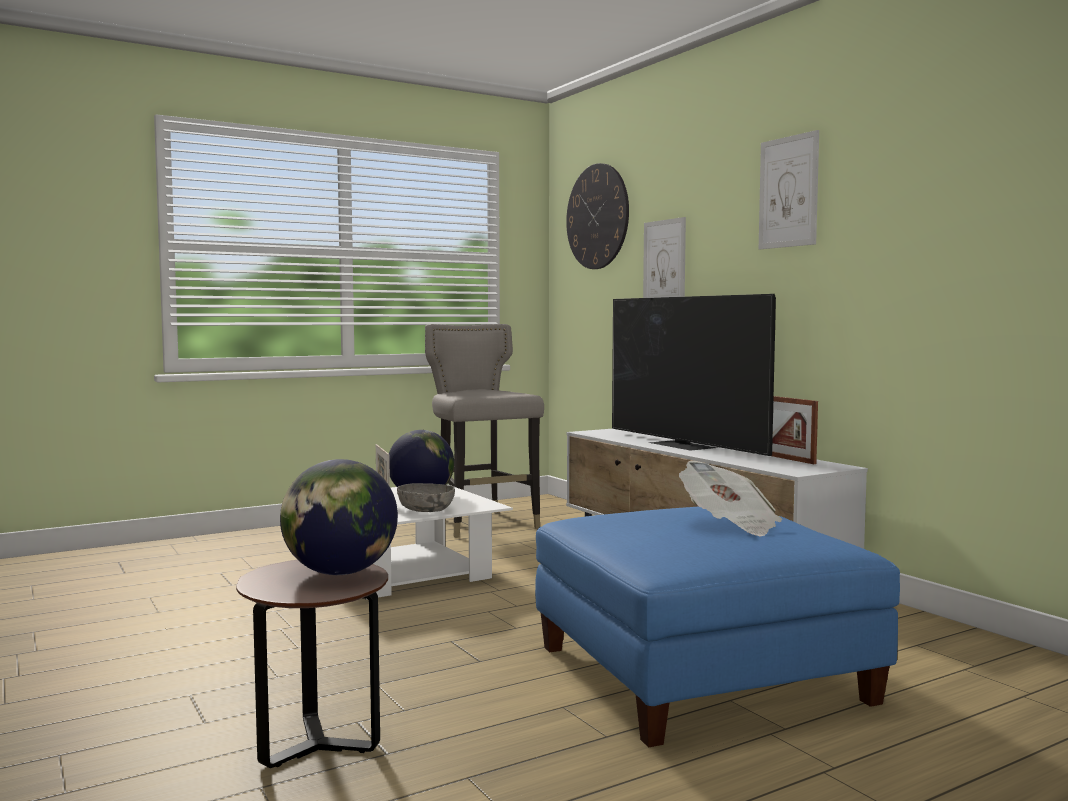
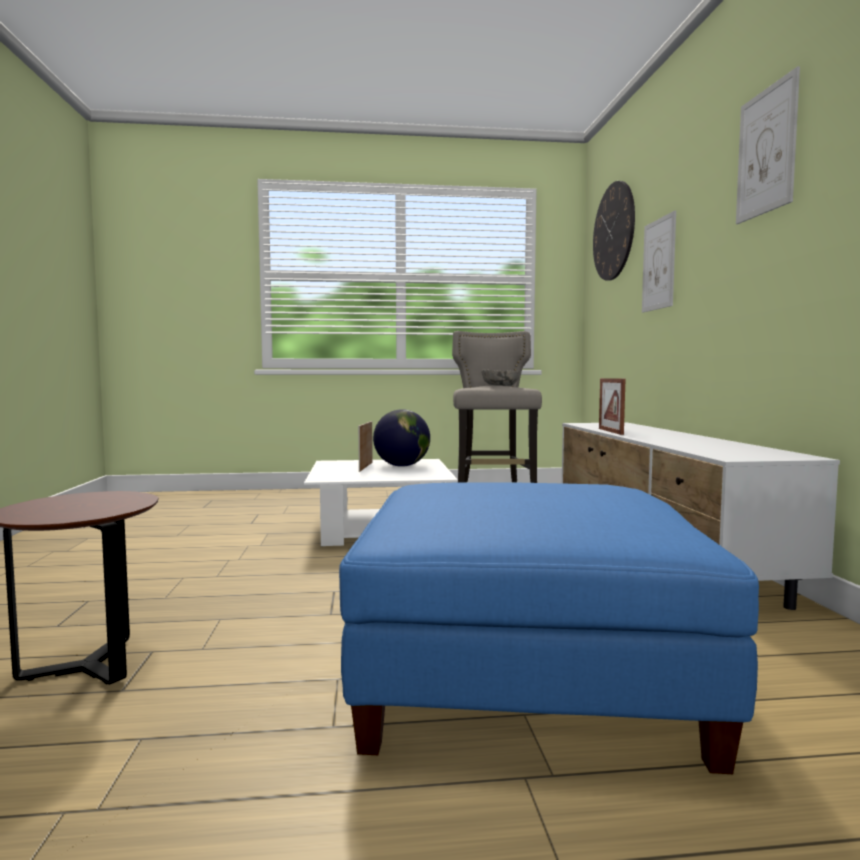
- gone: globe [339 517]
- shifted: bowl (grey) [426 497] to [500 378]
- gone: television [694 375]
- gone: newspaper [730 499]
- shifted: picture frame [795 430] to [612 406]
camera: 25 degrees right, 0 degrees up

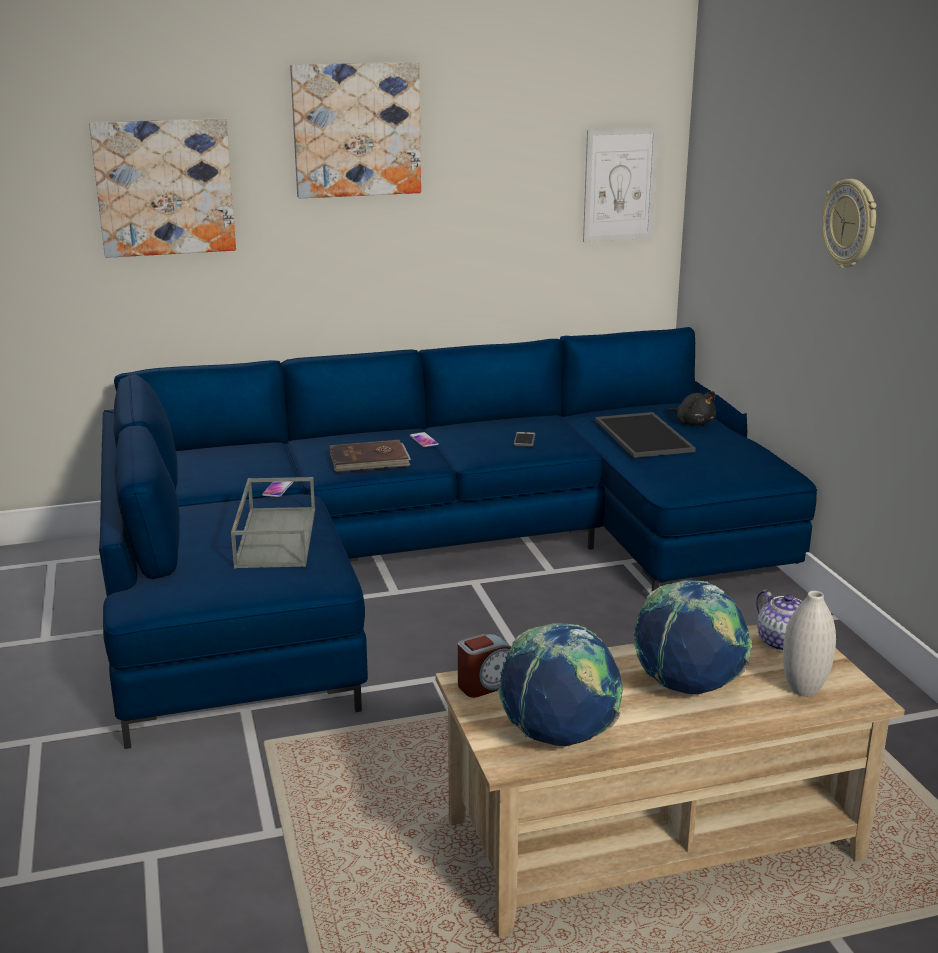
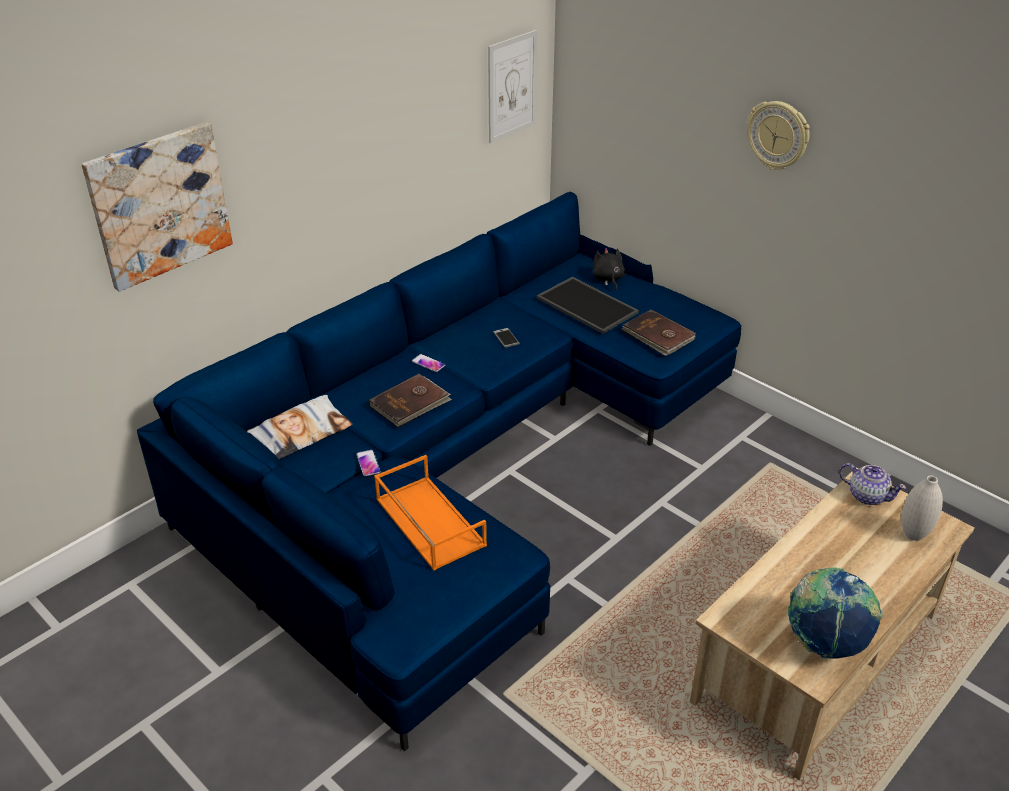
- repainted: tray (grey) [273 522] to tray (orange) [430 513]
- gone: picture [355 130]
- gone: alarm clock [484 665]
- gone: globe [692 637]
- rotated: plush toy (black) [692 408] = [608 269] 120 degrees counterclockwise
- new: pillow [300 427]
- new: book (brown) [659 332]
camera: 30 degrees left, 15 degrees up

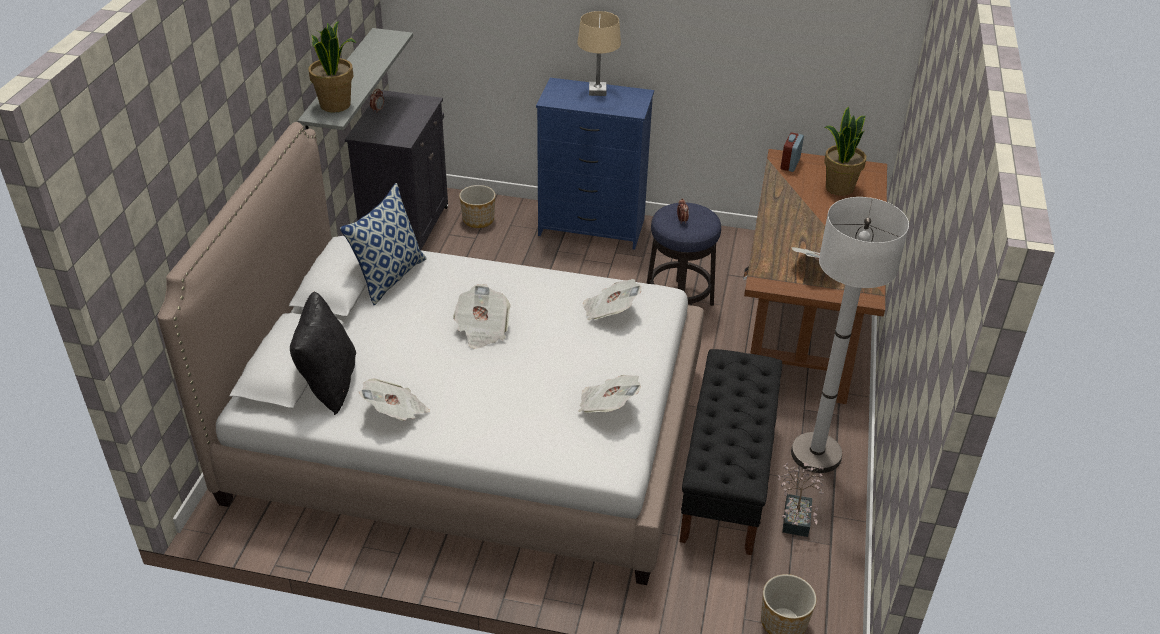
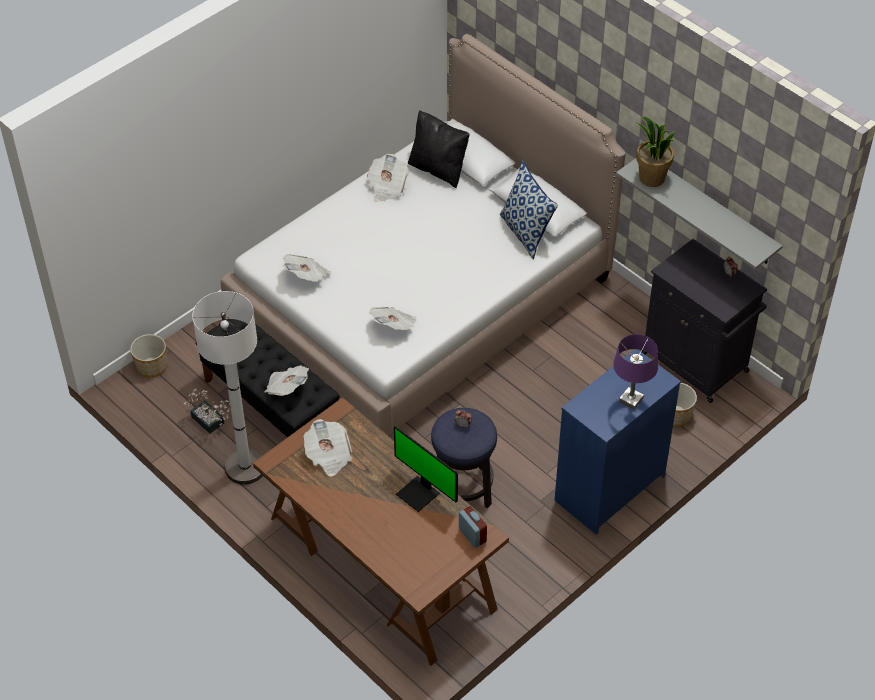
- shifted: newspaper [482 316] to [287 380]
- repainted: table lamp (beige) [599 53] to table lamp (purple) [635 372]
- gone: potted plant [845 151]
- new: monitor [426 469]
camera: 125 degrees right, 10 degrees up

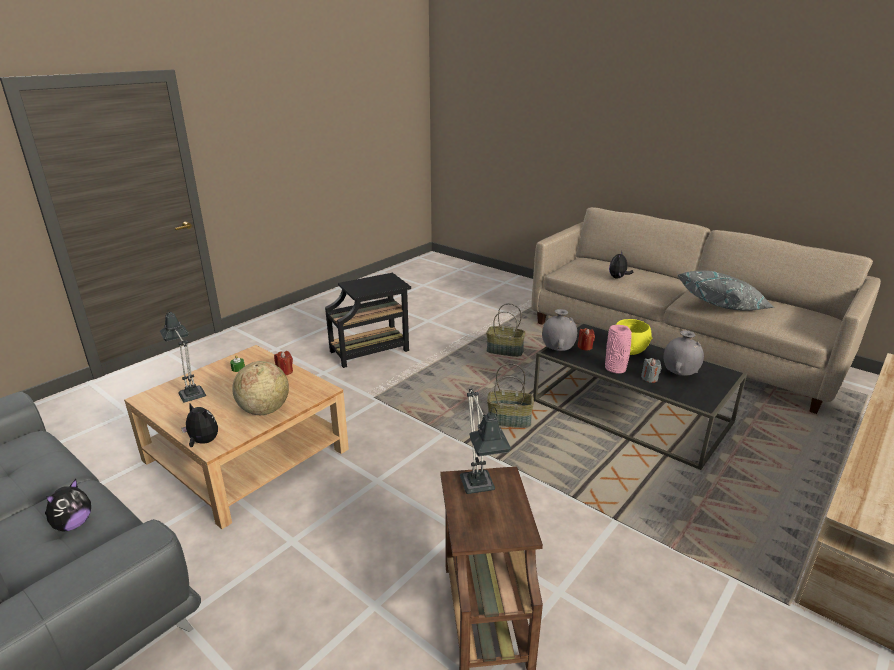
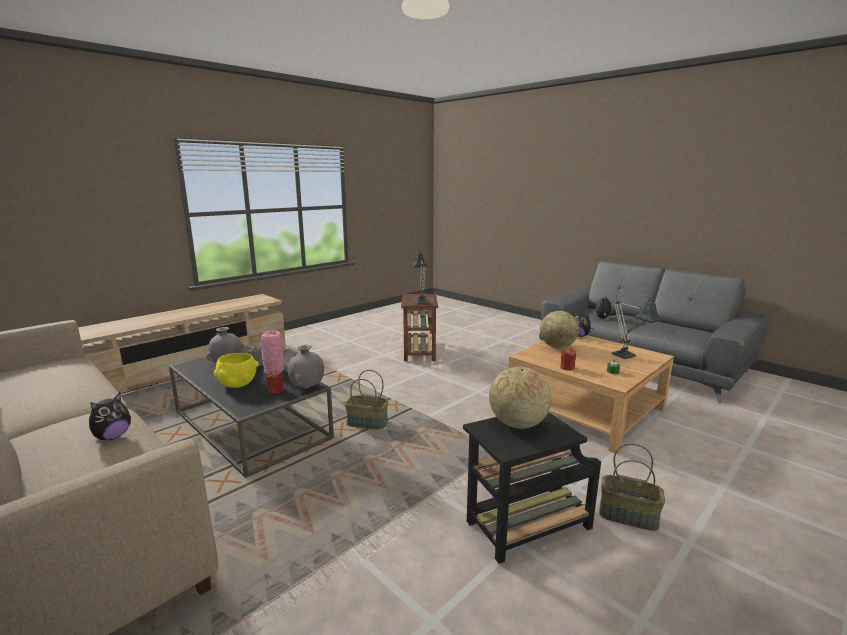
- shifted: basket [506 330] to [632 487]
- gone: pillow (grey) [726 291]
- new: globe [520 398]
camera: 175 degrees left, 10 degrees down

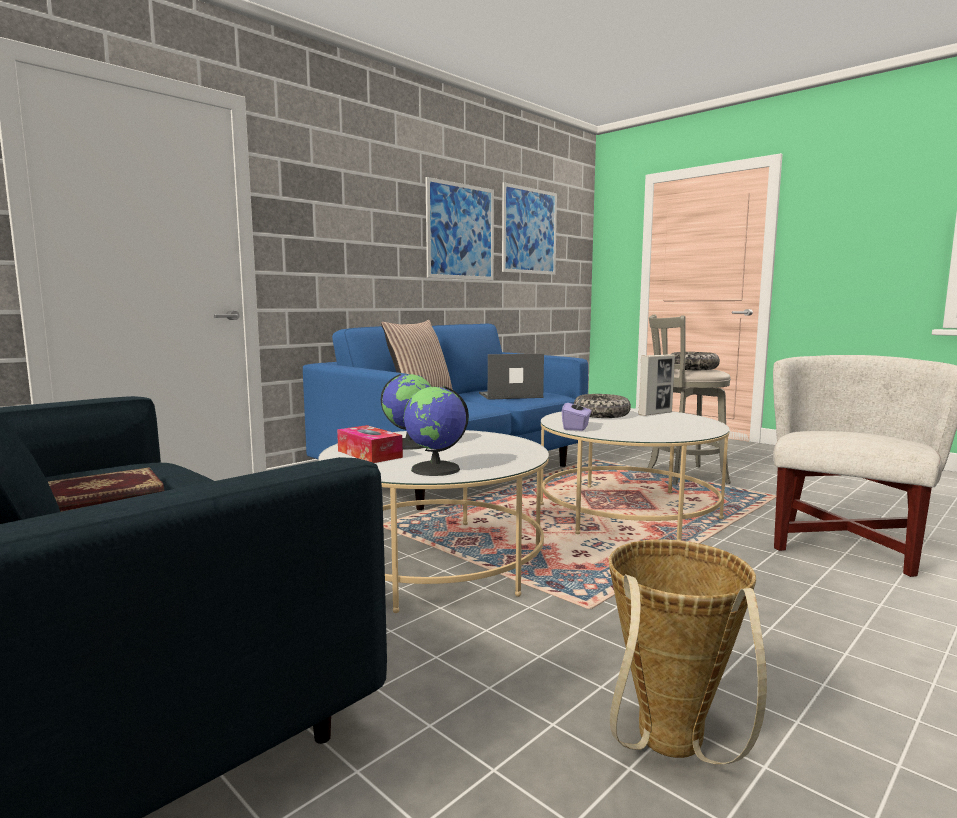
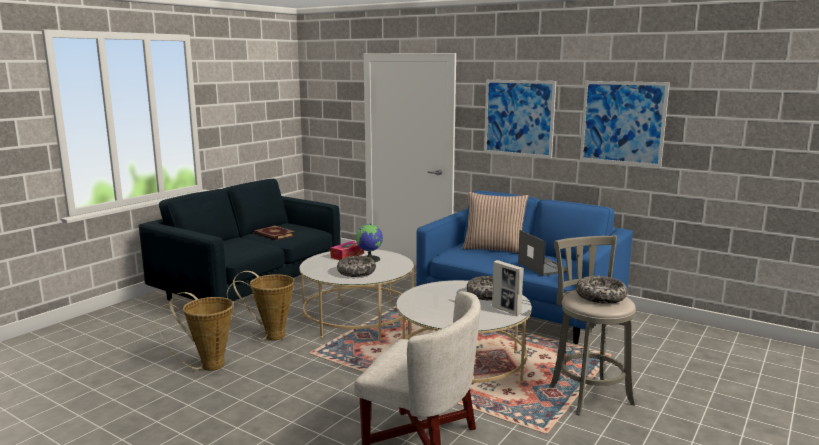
- gone: globe [436 431]
- shifted: picture [529 228] to [520 119]
- gone: tissue box (purple) [577 414]
- new: basket [260 306]
- new: bowl [356 266]
camera: 80 degrees right, 5 degrees up

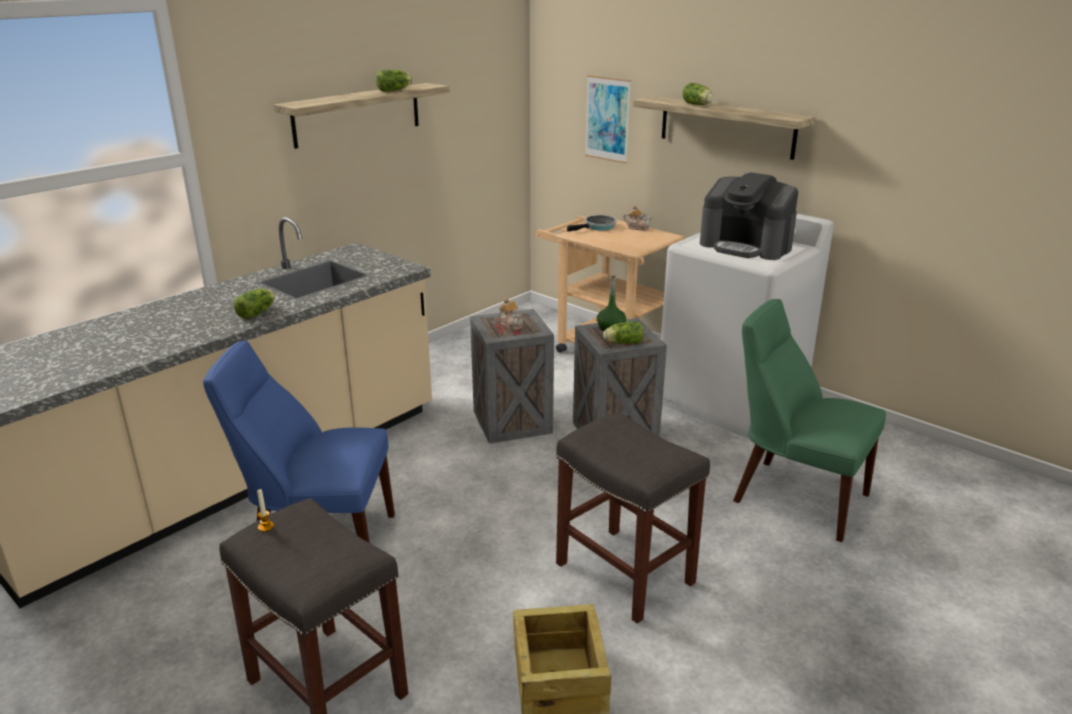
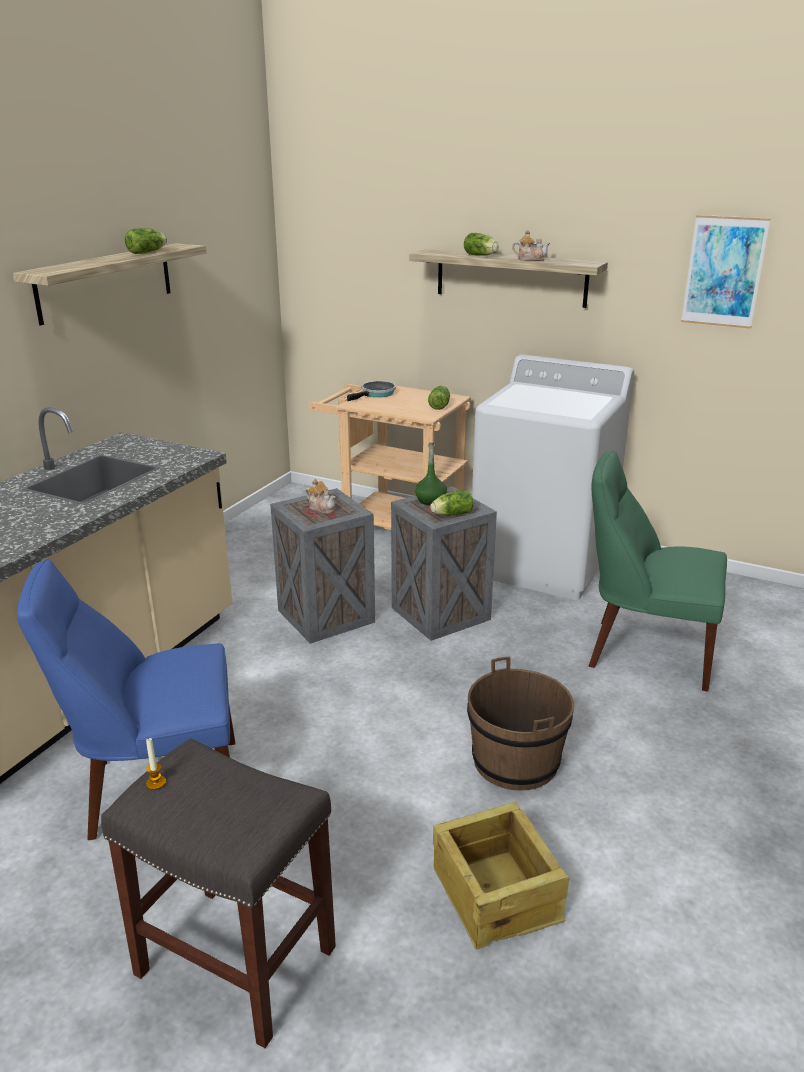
- shifted: lettuce [254 304] to [439 398]
- swapped: stool (grey) [633 518] to bucket (brown) [520 723]
- shifted: picture [608 119] to [726 272]
- shifted: teapot [637 218] to [531 245]
- gone: coffee machine [749 216]
camera: 15 degrees left, 0 degrees up

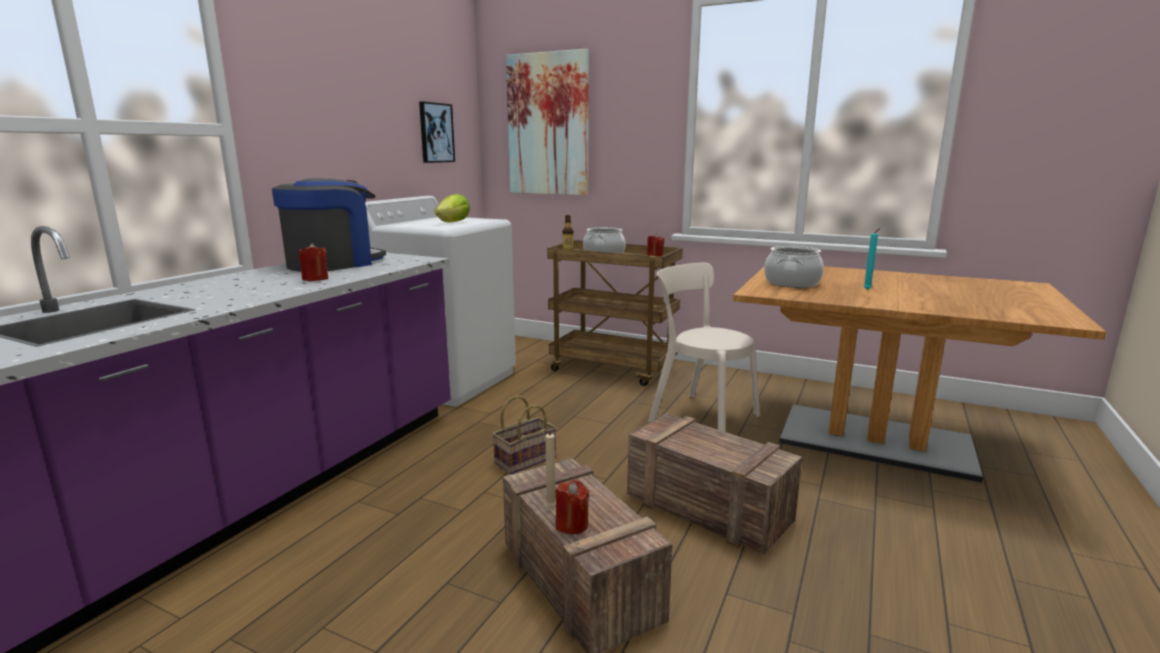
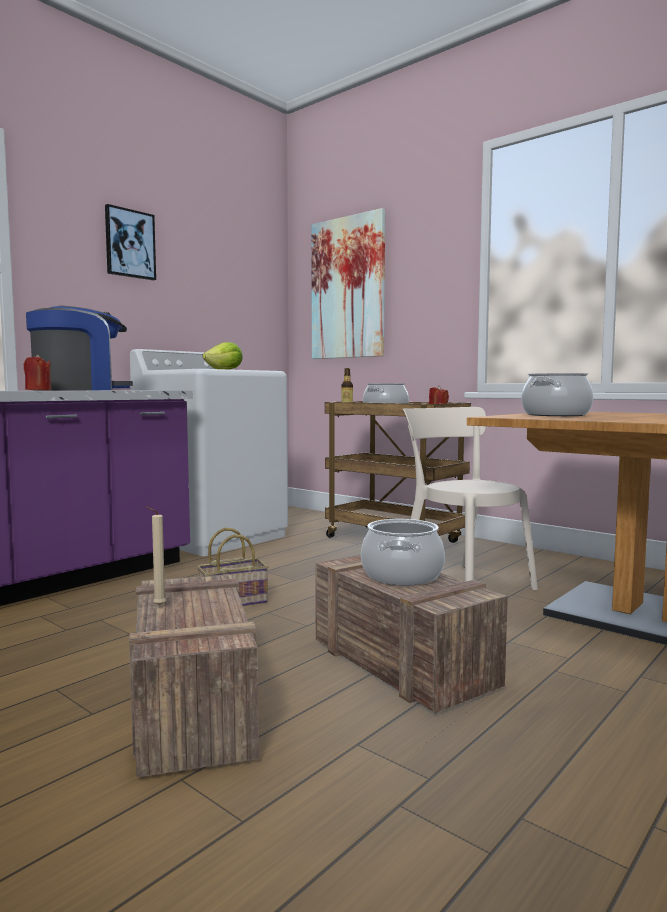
- shifted: picture [437 132] to [130 242]
- gone: candle (red) [572 507]
- gone: candle (turquoise) [872 259]
- new: cooking pot [403 552]
camera: 15 degrees right, 10 degrees down

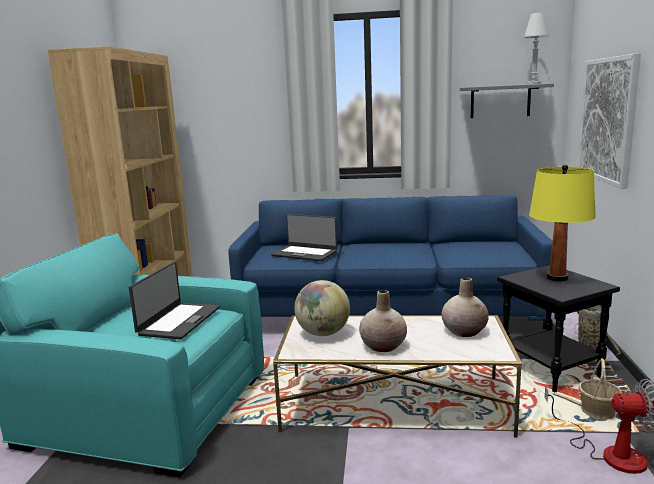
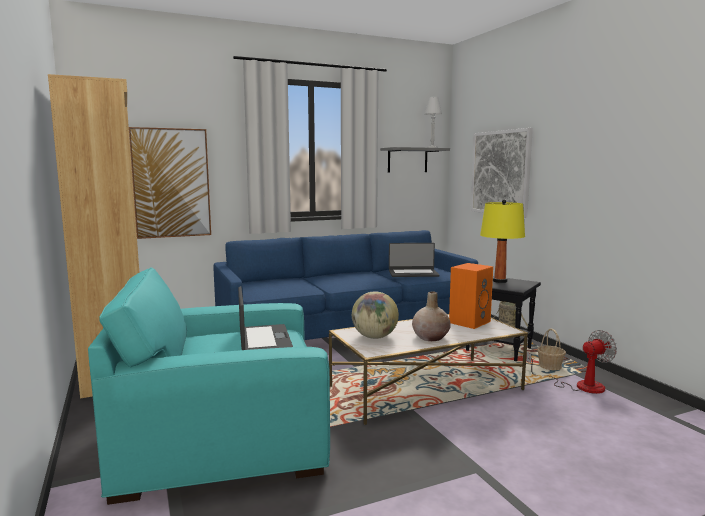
- shifted: laptop [304 237] to [414 260]
- swapped: vase (beige) [465 307] to speaker (orange) [471 296]
- new: picture [170 183]
camera: 30 degrees left, 5 degrees down

